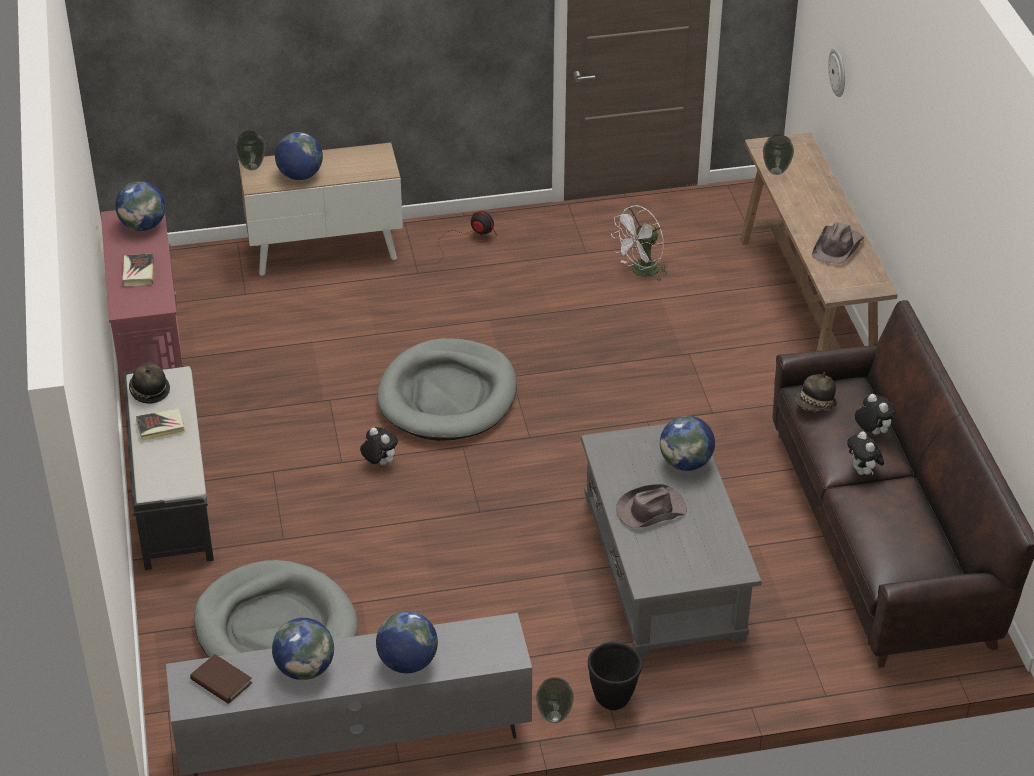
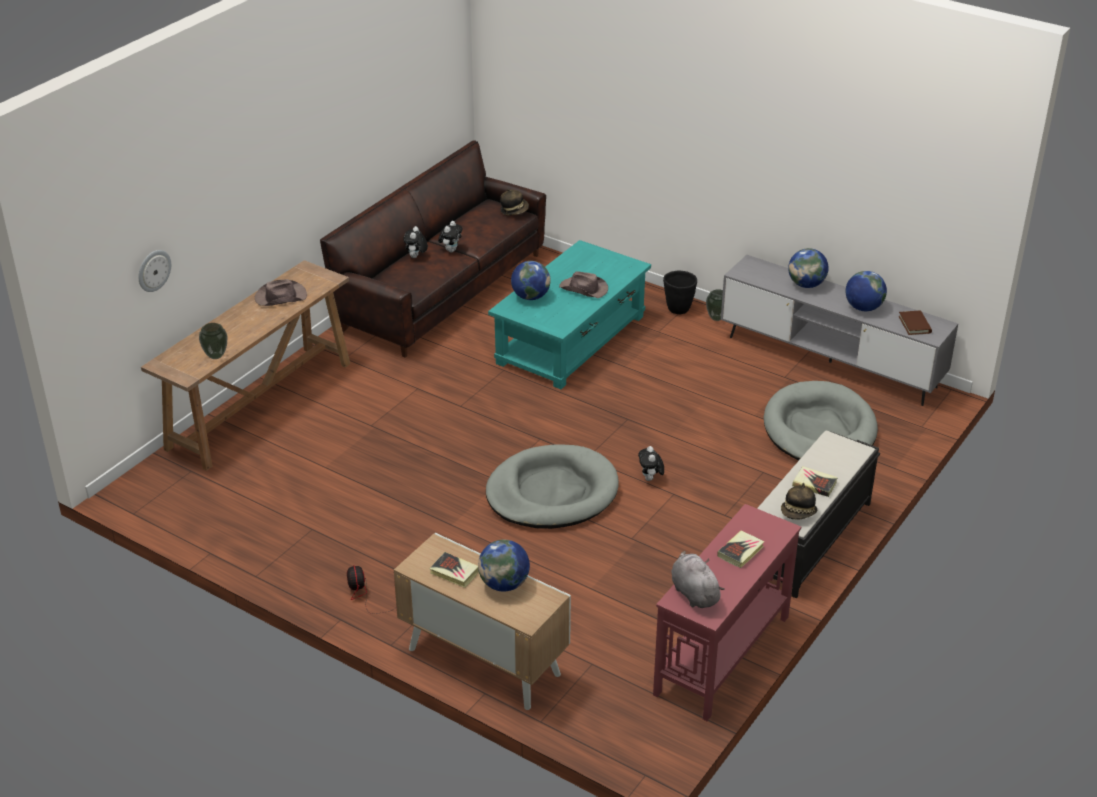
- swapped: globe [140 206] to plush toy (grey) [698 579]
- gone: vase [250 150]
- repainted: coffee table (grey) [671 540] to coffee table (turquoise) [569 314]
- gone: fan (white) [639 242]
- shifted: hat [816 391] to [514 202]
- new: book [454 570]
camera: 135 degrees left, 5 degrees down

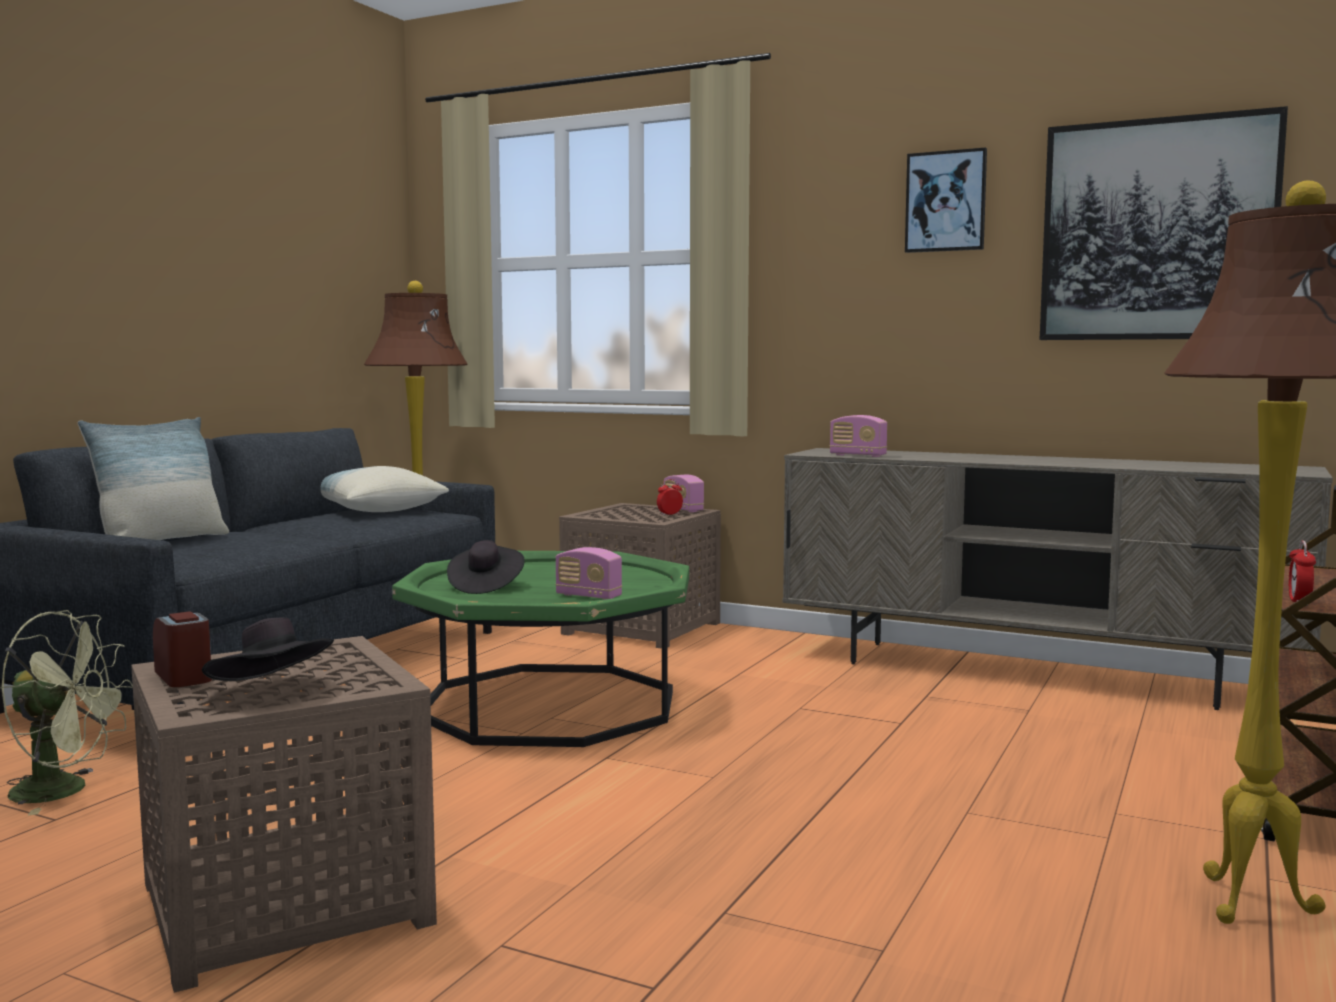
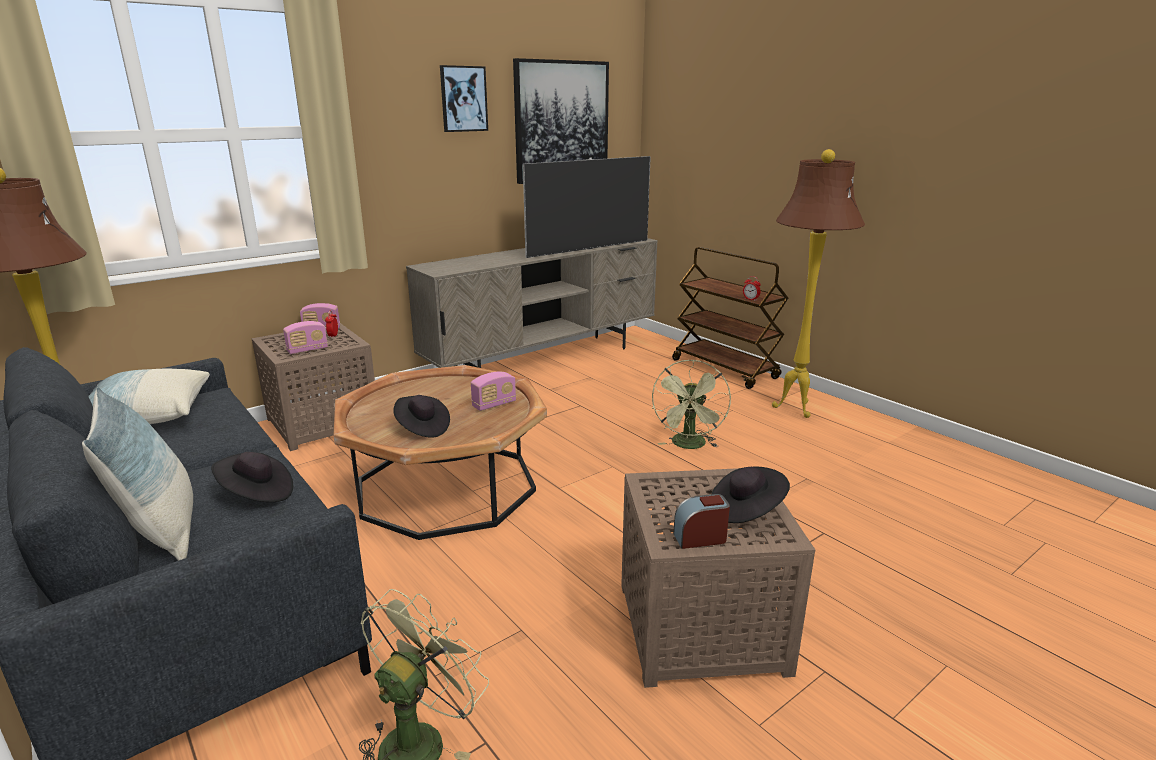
- repainted: coffee table (green) [540 649] to coffee table (brown) [440 452]
- shifted: radio [858 436] to [305 337]
- new: hat (black) [252 477]
- new: television [587 207]
- new: fan (green) [691 404]
camera: 65 degrees left, 15 degrees up

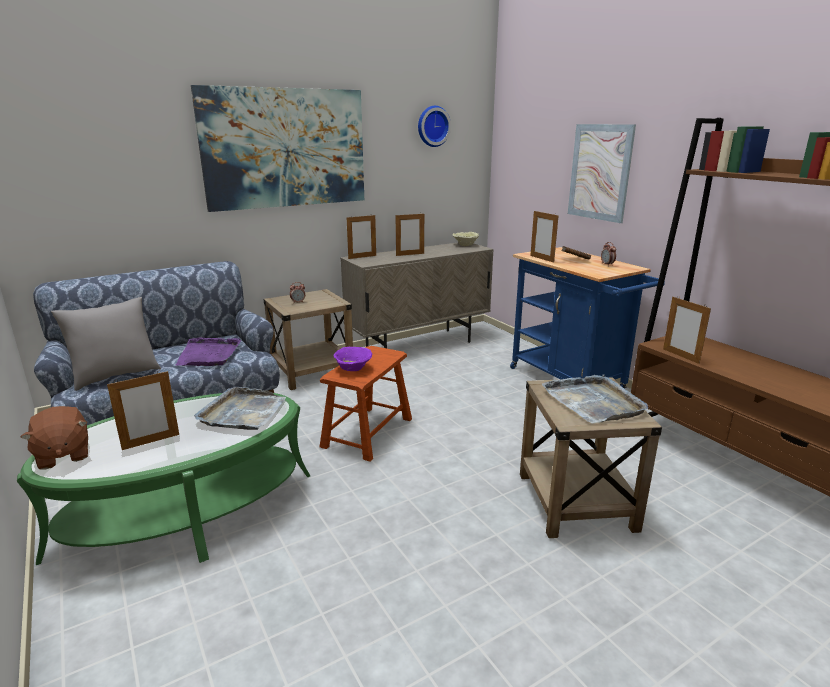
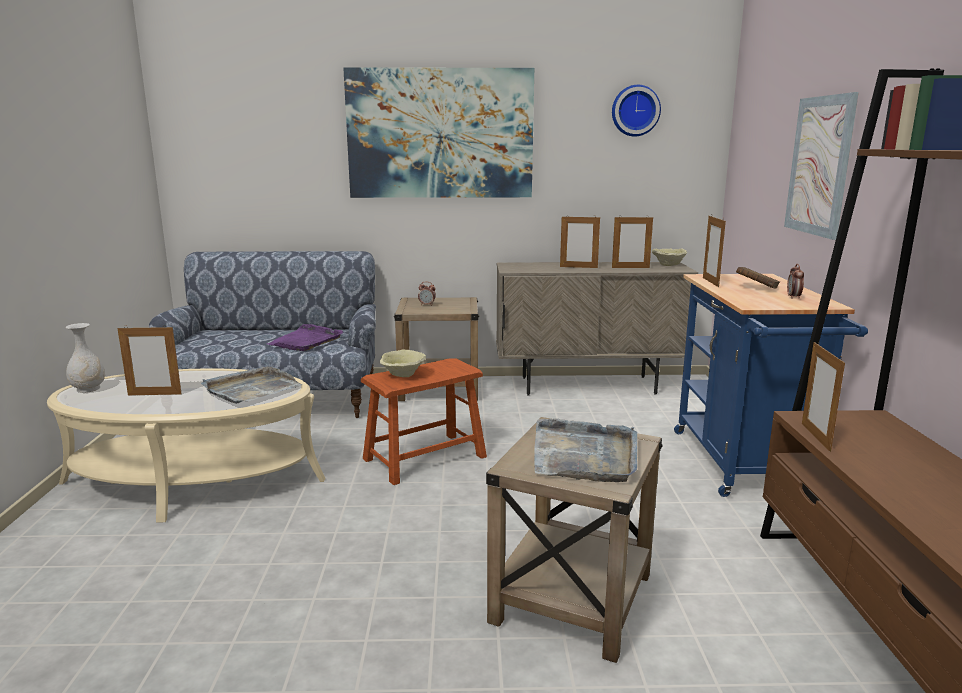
- repainted: coffee table (green) [163 479] to coffee table (beige) [186 445]
- swapped: plush toy (brown) [54 438] to vase (white) [85 358]
- gone: pillow (grey) [106 344]
- repainted: bowl (purple) [353 359] to bowl (beige) [403 363]
- shifted: picture frame [361 236] to [632 241]
camera: 30 degrees right, 5 degrees down

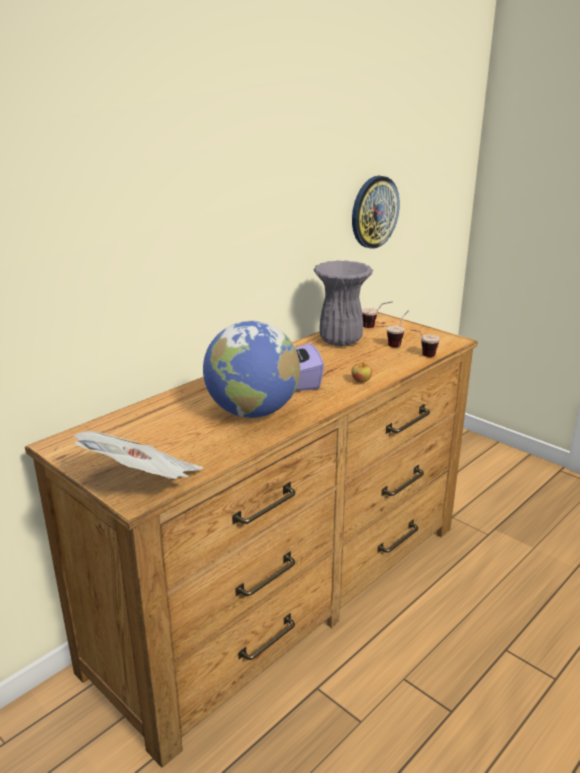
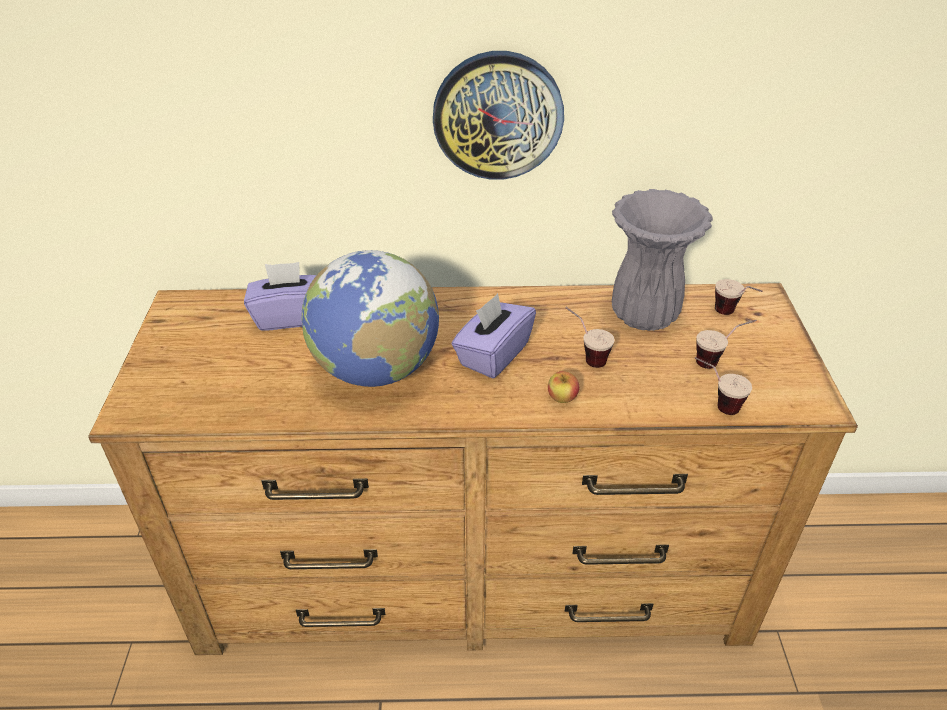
- gone: newspaper [138 455]
- shifted: wall clock [376 212] to [498 115]
- new: tissue box (purple) [280 296]
- new: cup [590 337]
camera: 45 degrees right, 15 degrees up

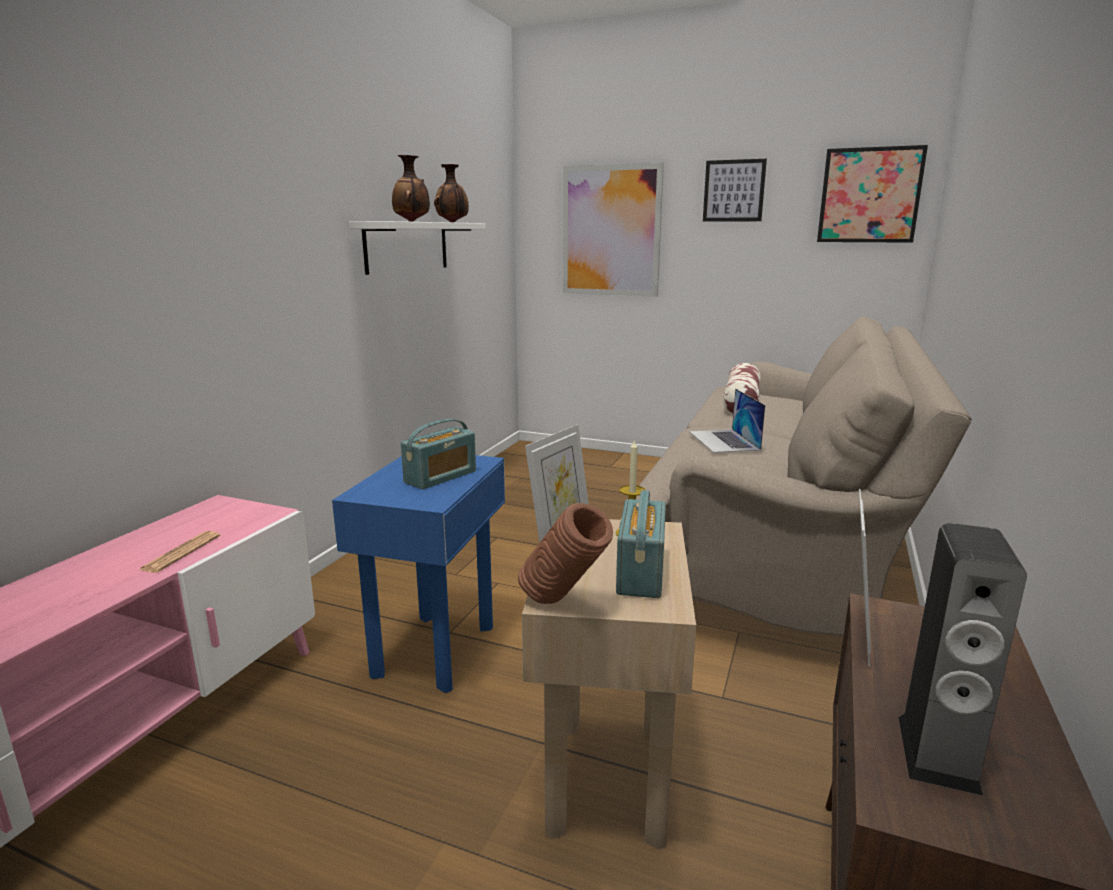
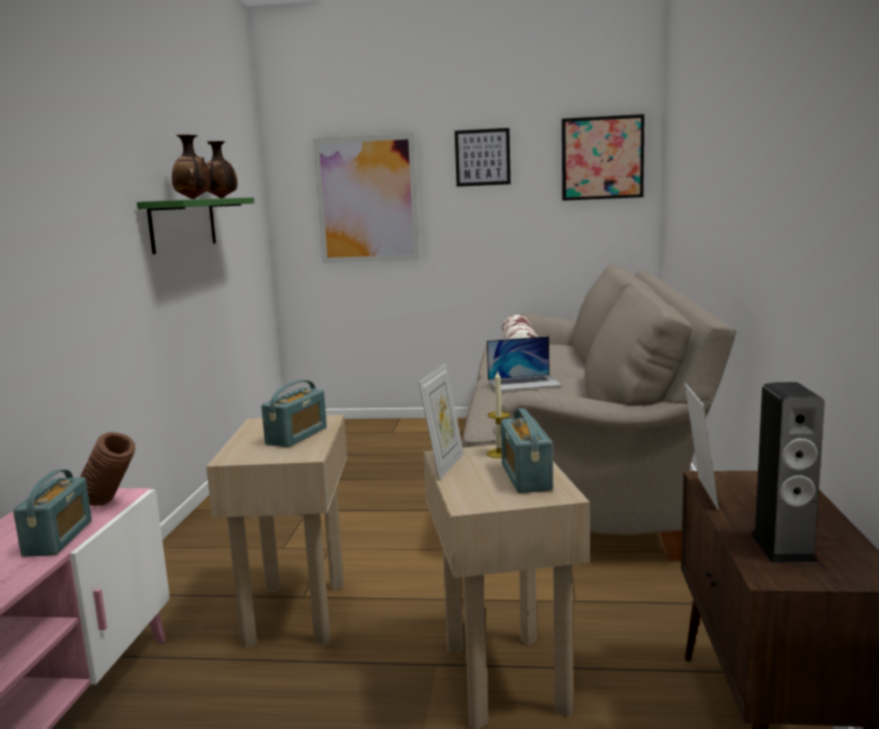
- swapped: newspaper [179 552] to radio [52 513]
- repainted: side table (blue) [418 574] to side table (beige) [276 531]
- repainted: shelf (white) [417 248] to shelf (green) [195 225]
- shifted: vase (brown) [565 553] to [107 469]
- rotated: laptop [727 421] = [524 363] 75 degrees counterclockwise
camera: 15 degrees left, 5 degrees down

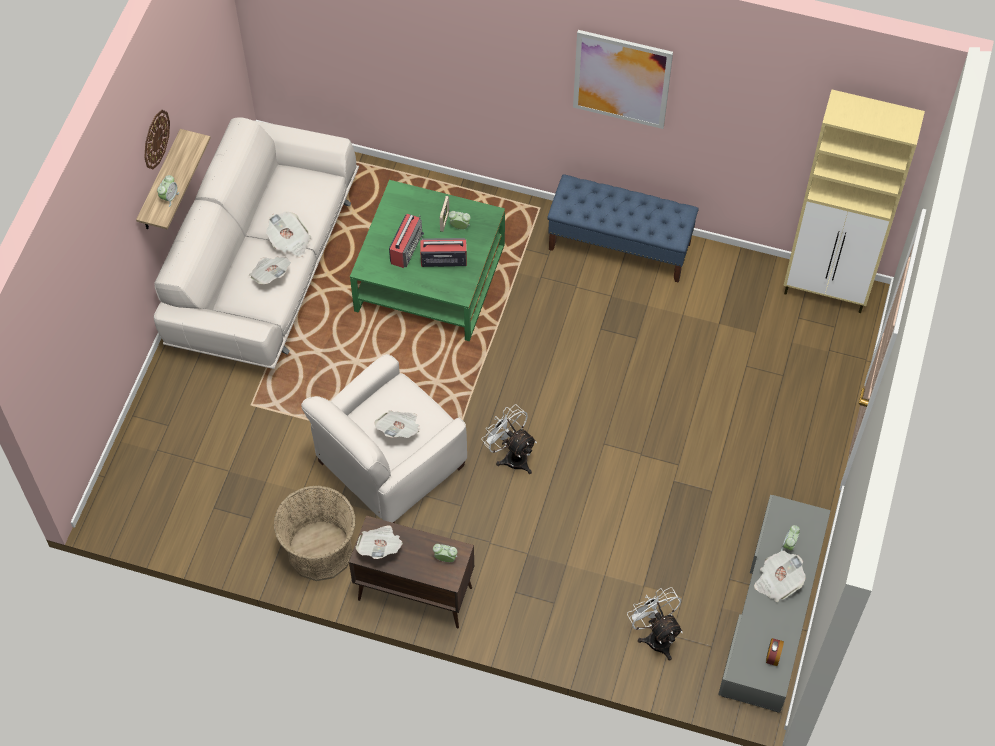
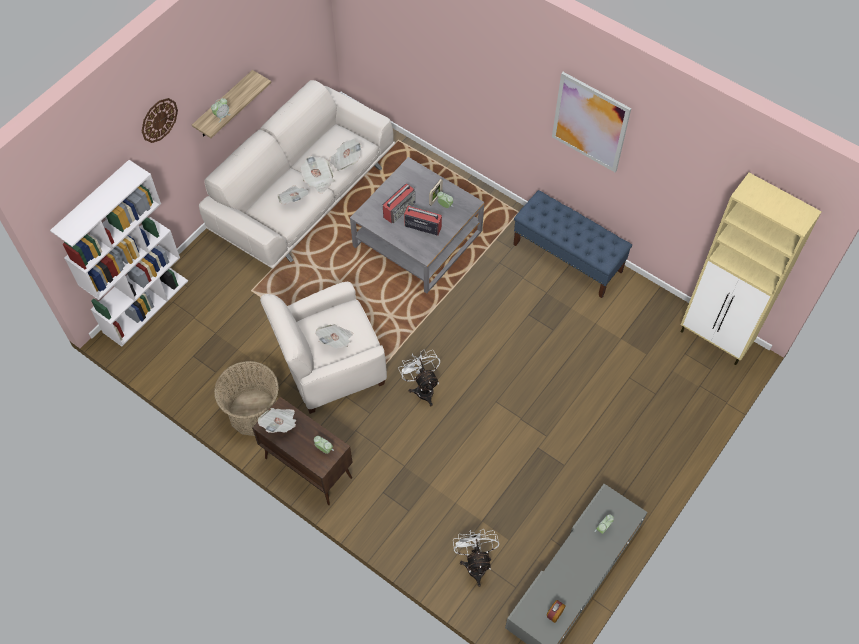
- shifted: wall clock [157 139] to [160 120]
- repainted: coffee table (green) [427 260] to coffee table (grey) [417 225]
- shifted: newspaper [780 576] to [345 155]
- new: bookcase (white) [119 253]
camera: 20 degrees right, 0 degrees up

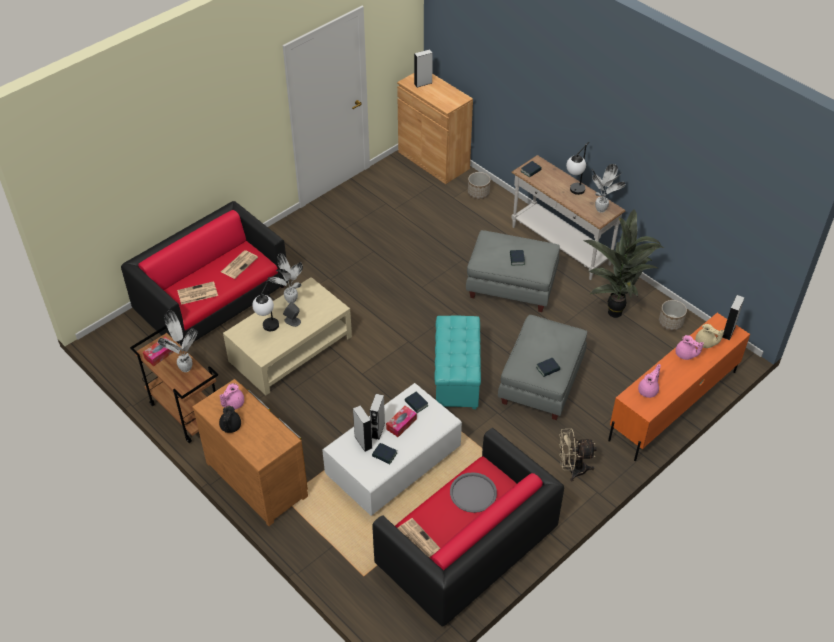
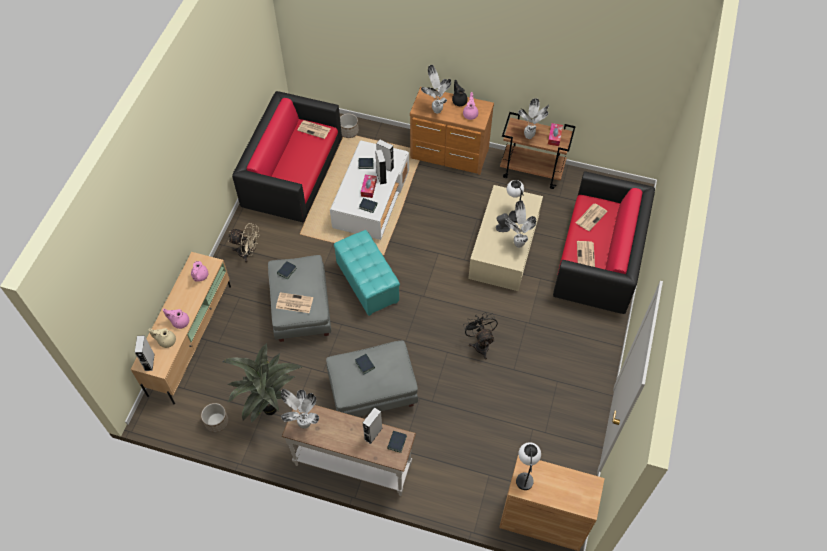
- shifted: speaker (grey) [423 68] to [373 425]
- gone: tray (grey) [473 492]
- shifted: planter [479 185] to [349 126]
- rotated: fan (beige) [578 454] = [243 242] 45 degrees clockwise
- shifted: table lamp [577 168] to [528 466]
- repainted: tv stand (orange) [679 387] to tv stand (beige) [181 328]
- new: newspaper [294 302]
- new: potted plant [436 89]
- new: fan (black) [480 336]
camera: 150 degrees right, 10 degrees up

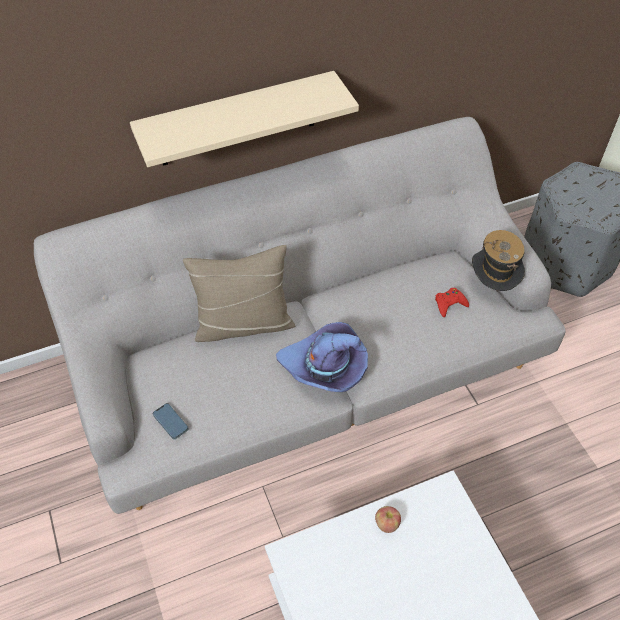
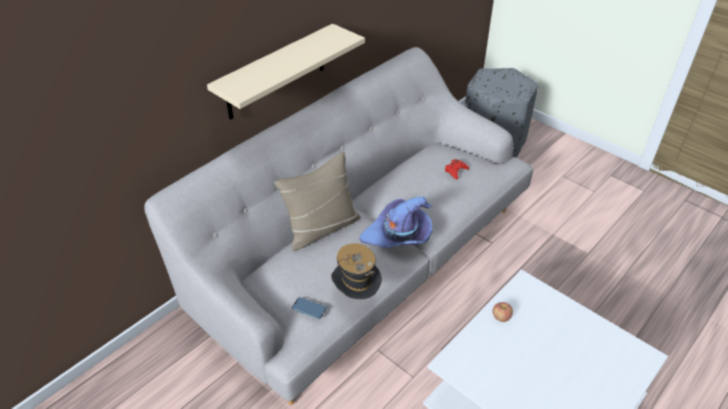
- shifted: hat [498 260] to [356 271]
camera: 25 degrees left, 10 degrees down

